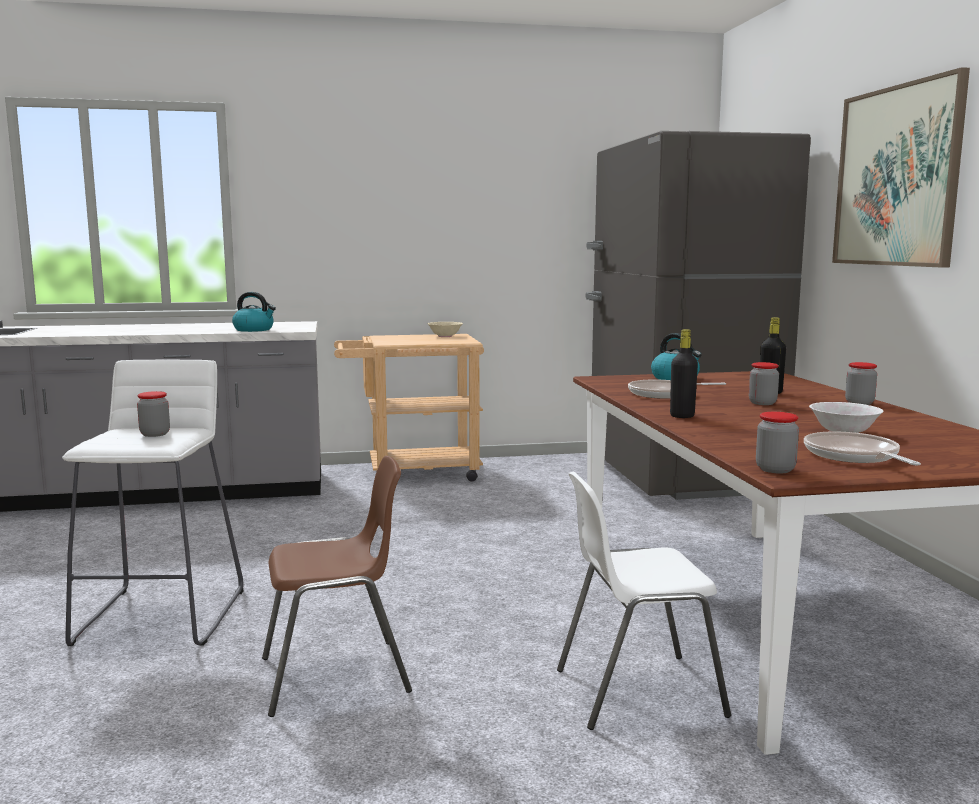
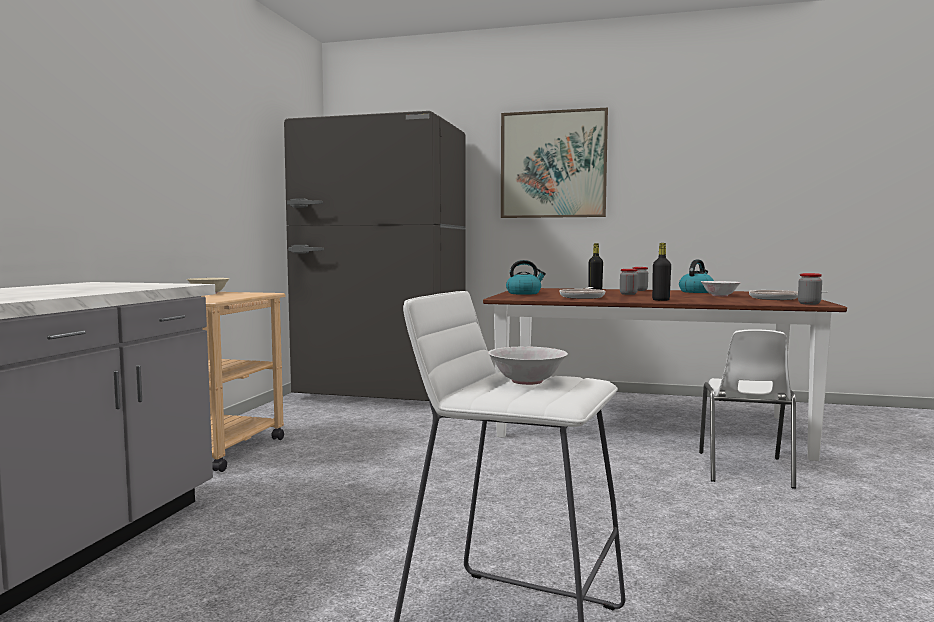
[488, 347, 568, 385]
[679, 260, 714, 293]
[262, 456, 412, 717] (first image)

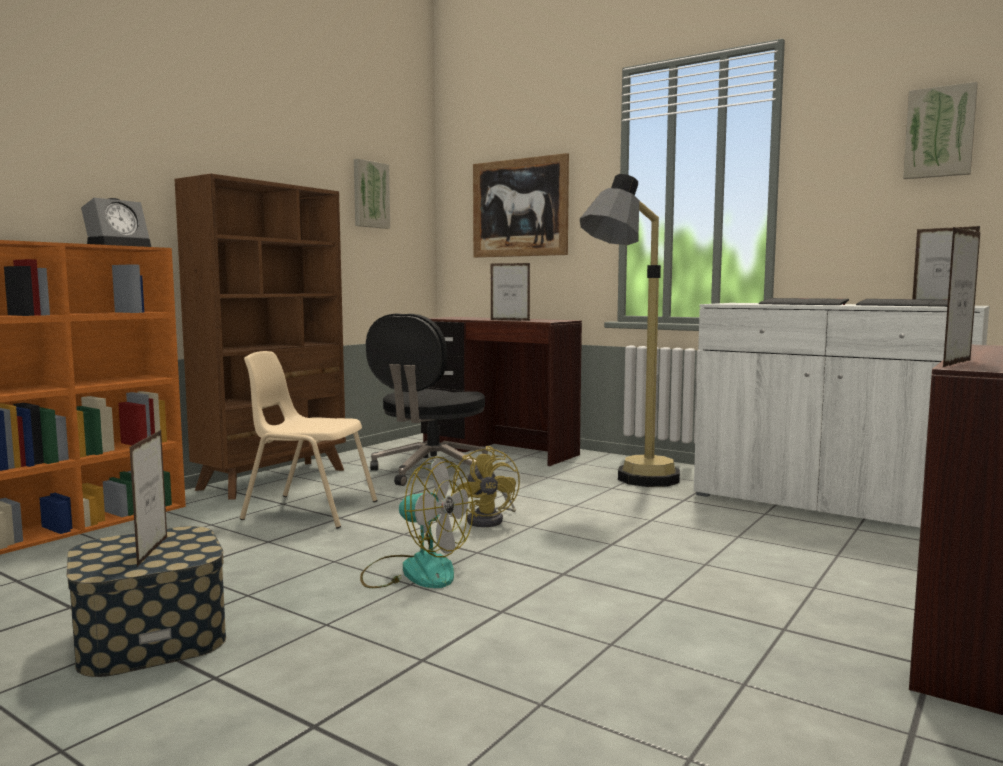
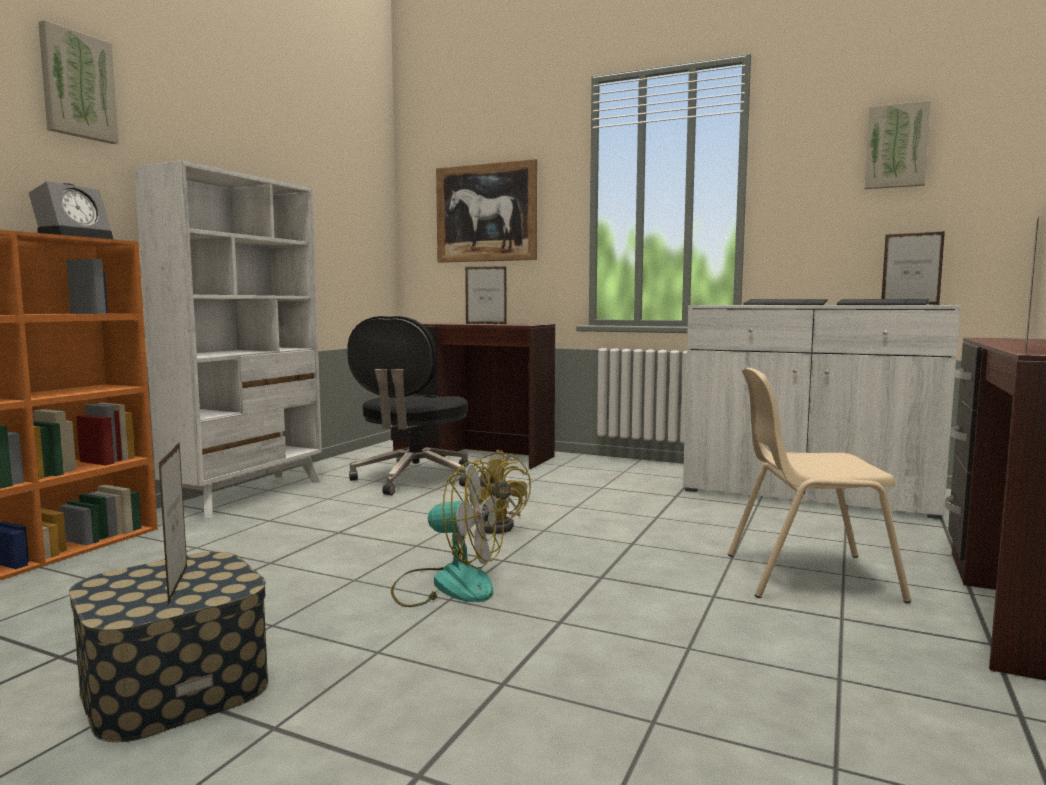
[38, 20, 119, 144]
[134, 160, 322, 519]
[728, 368, 911, 603]
[580, 174, 680, 487] (first image)

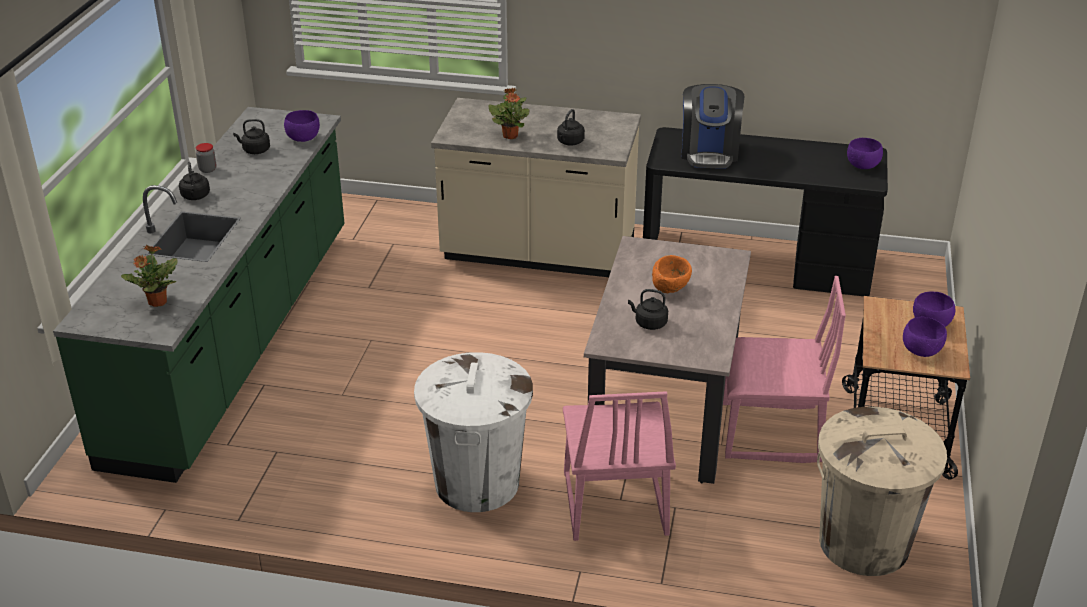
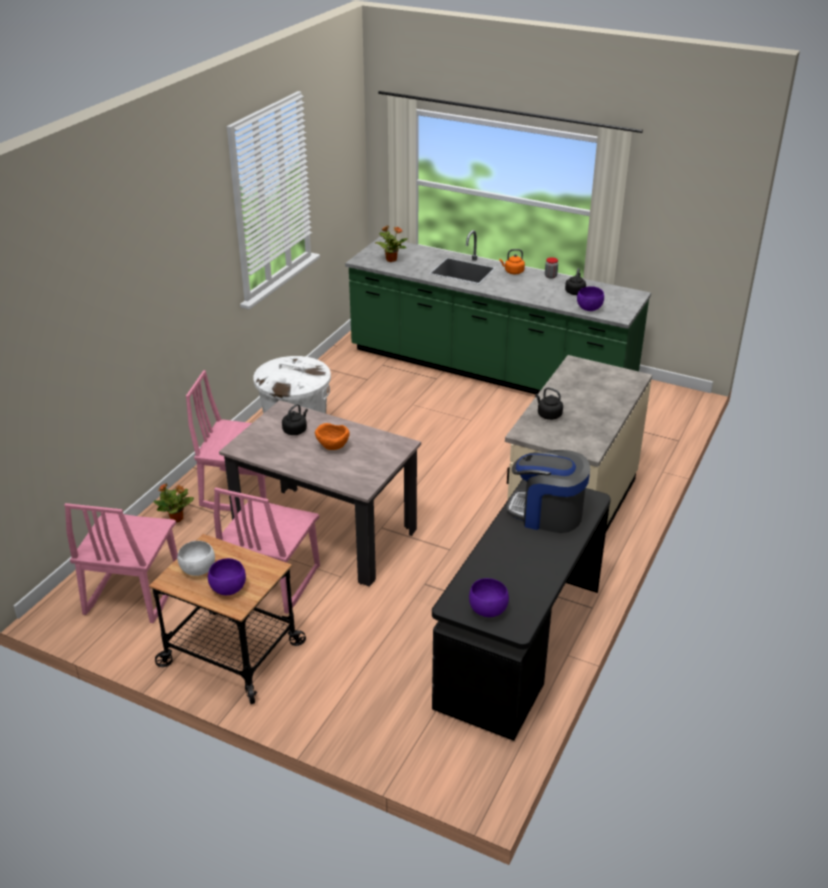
[64, 503, 178, 623]
[154, 483, 194, 523]
[177, 541, 215, 576]
[499, 249, 525, 274]

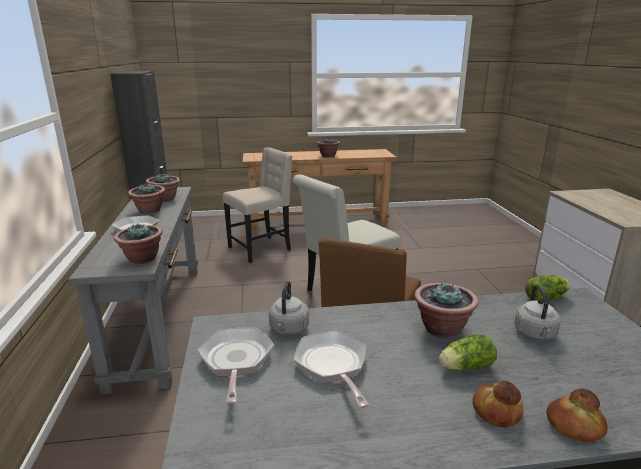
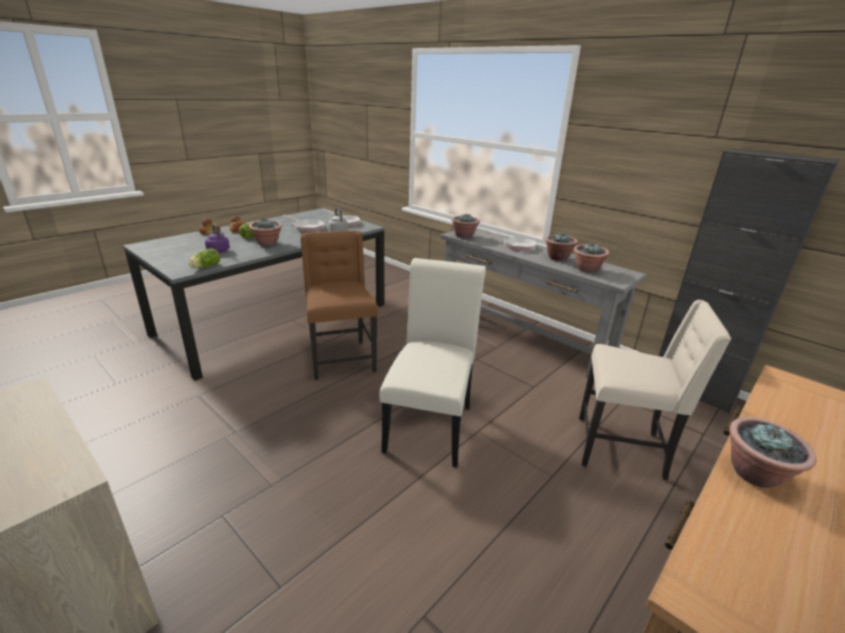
[205, 224, 230, 253]
[579, 300, 731, 480]

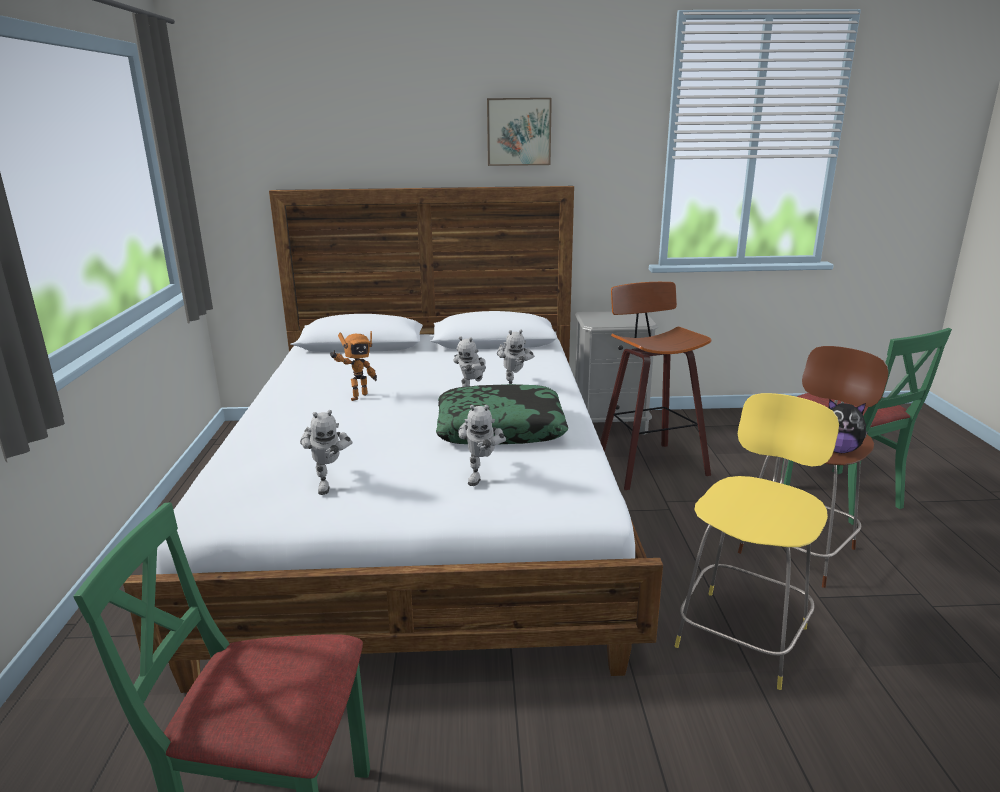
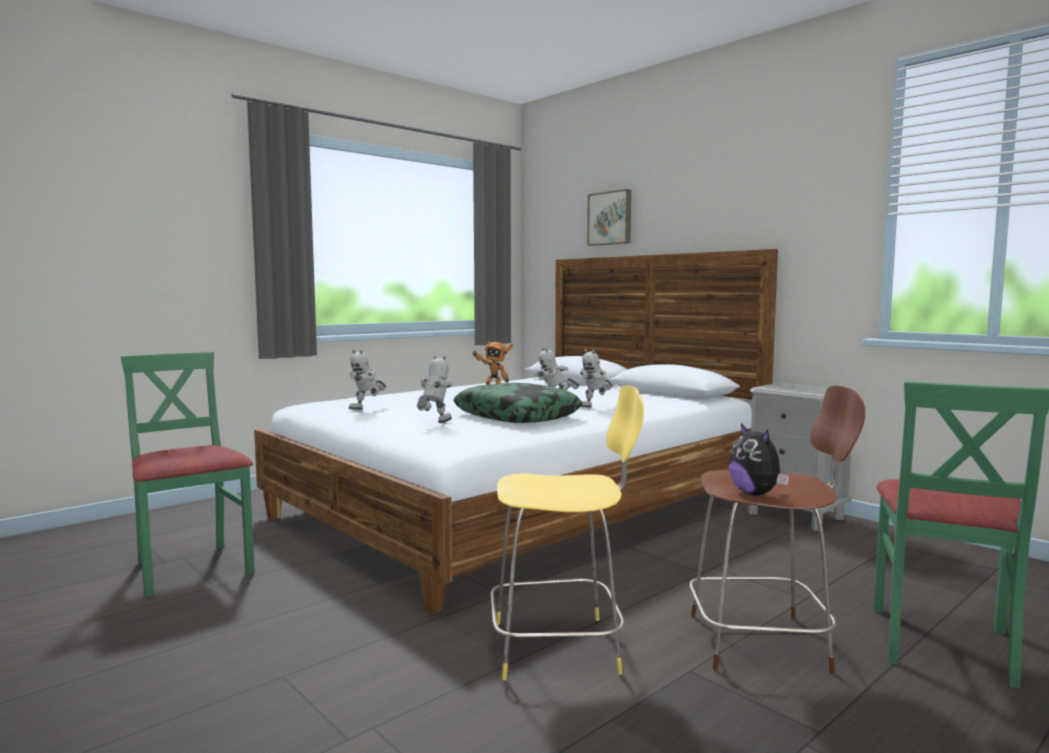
[417, 355, 453, 423]
[587, 189, 631, 246]
[600, 282, 711, 490] (first image)

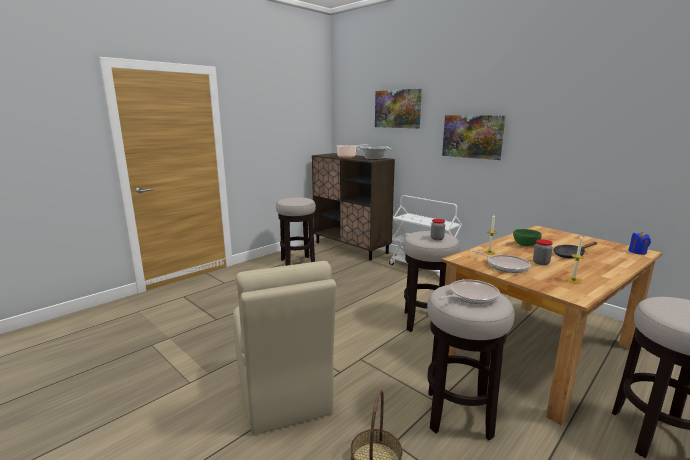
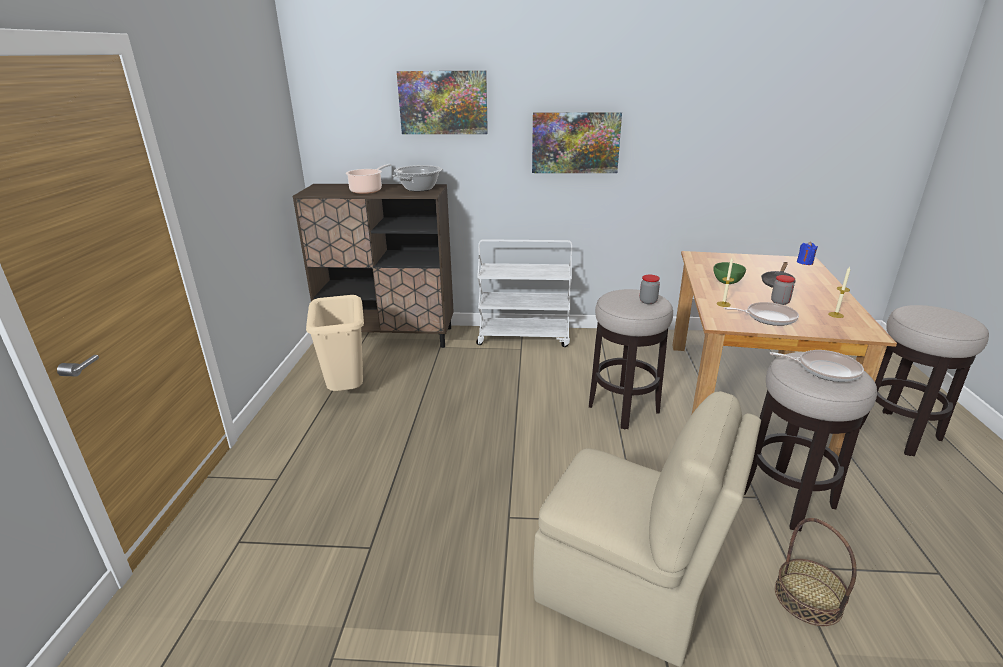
[306, 295, 364, 391]
[769, 350, 864, 382]

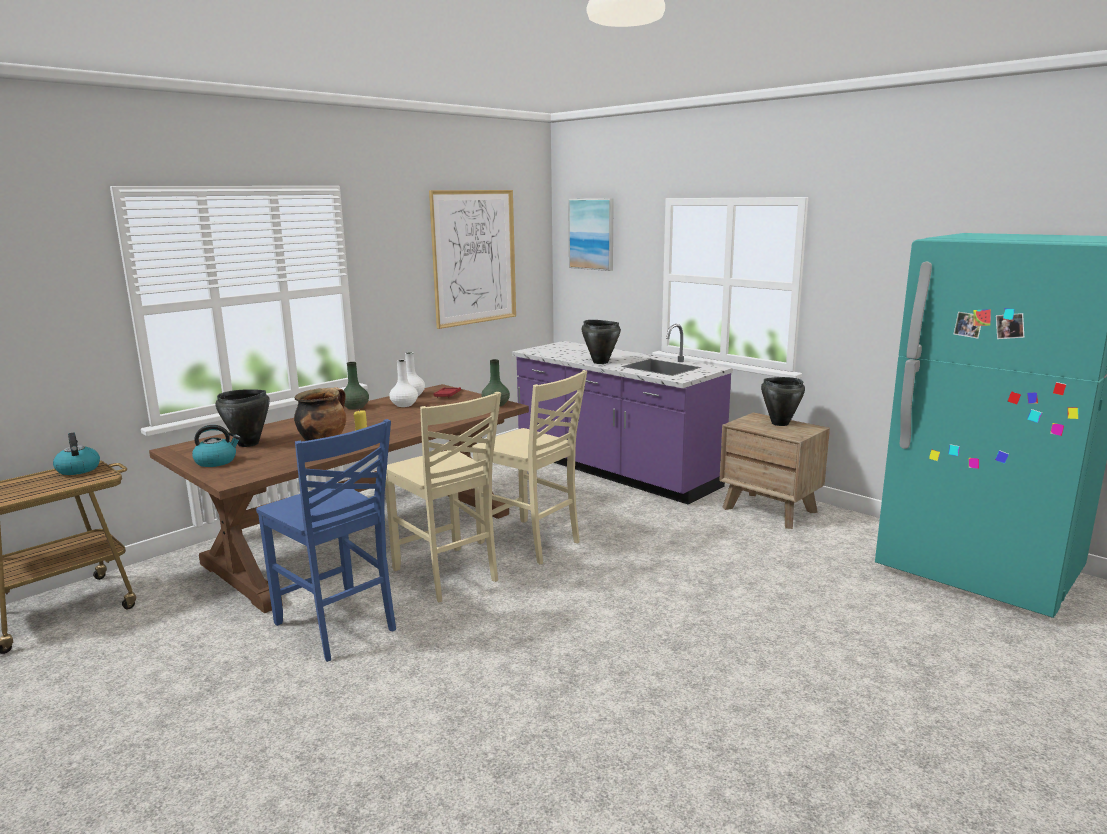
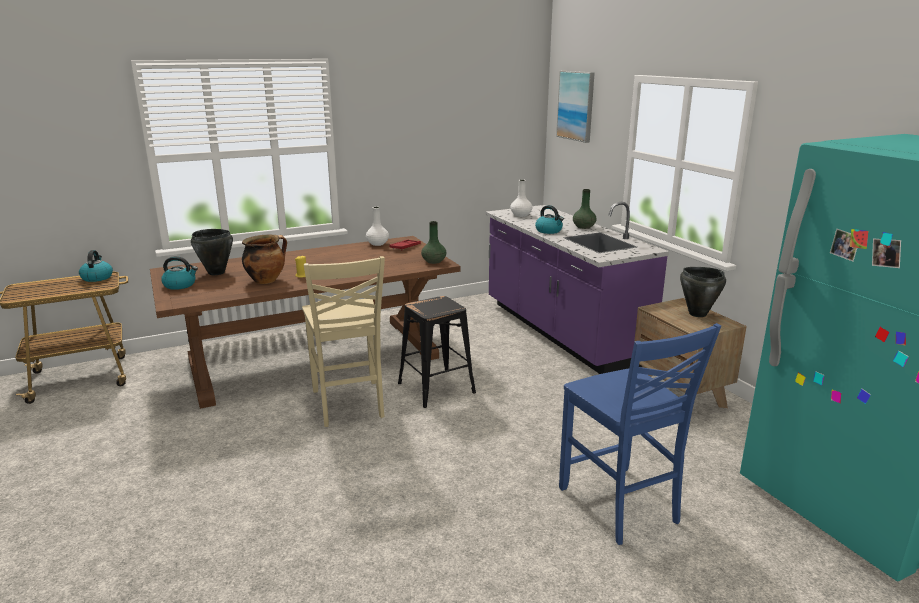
[398, 296, 476, 408]
[510, 179, 532, 217]
[535, 205, 564, 234]
[559, 323, 721, 545]
[573, 189, 597, 229]
[429, 190, 516, 329] (first image)

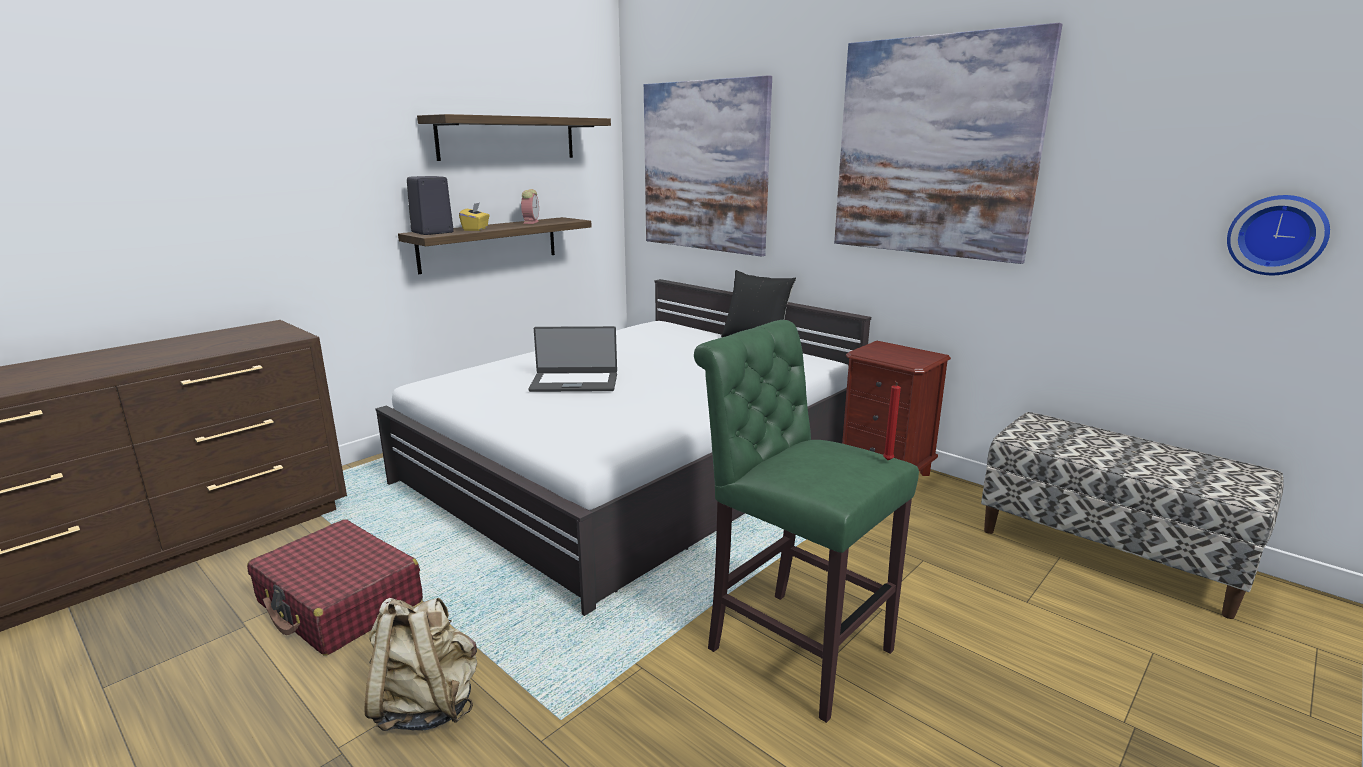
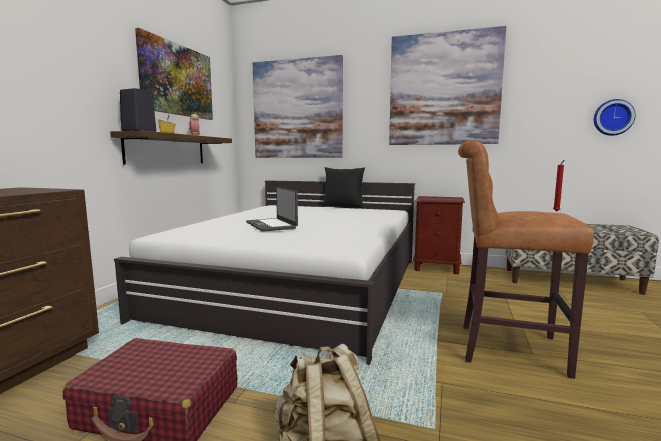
[135, 28, 213, 120]
[246, 187, 298, 232]
[458, 140, 594, 379]

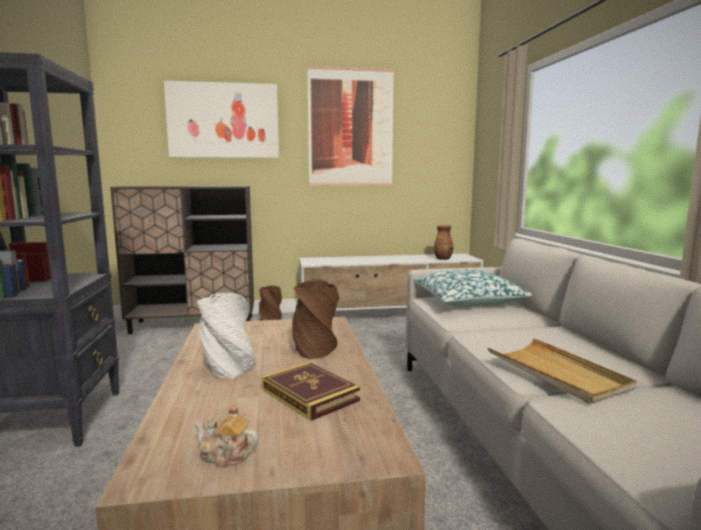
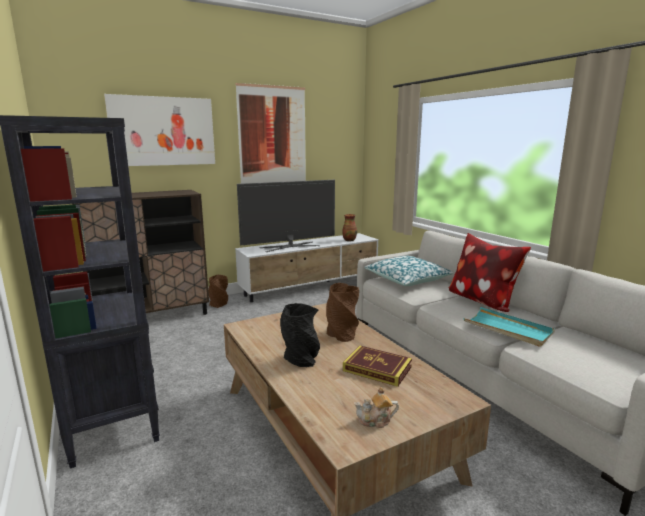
[237, 180, 335, 252]
[280, 303, 320, 367]
[448, 233, 531, 312]
[464, 307, 555, 347]

